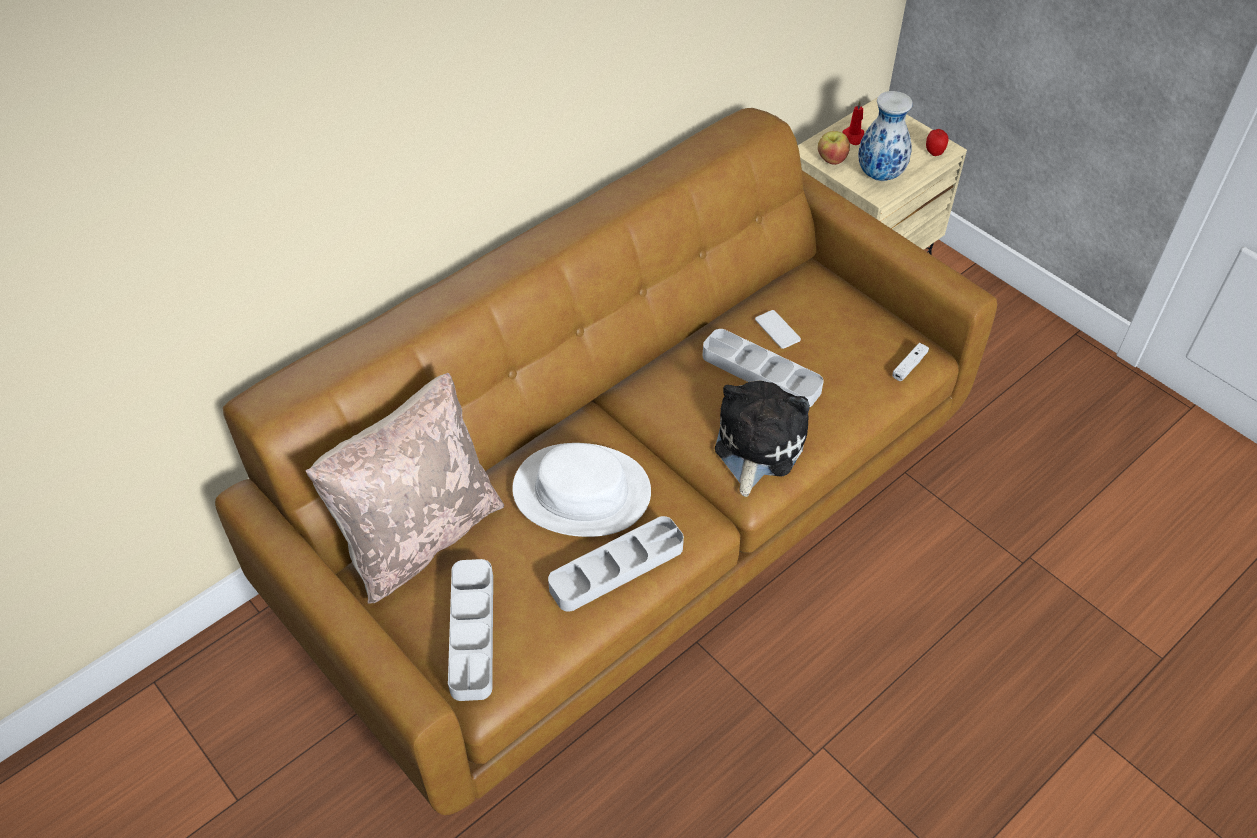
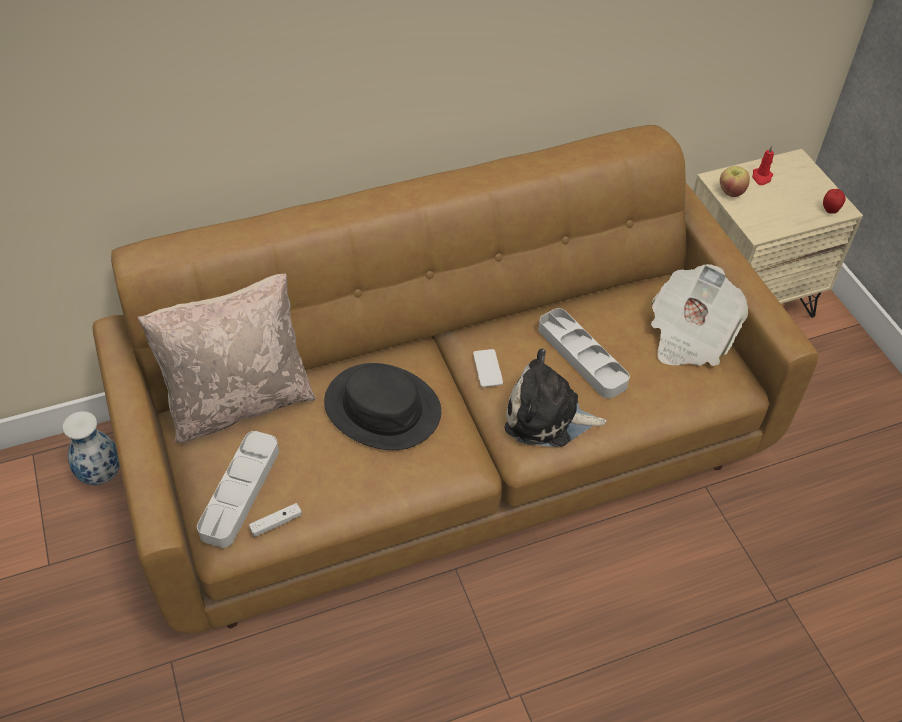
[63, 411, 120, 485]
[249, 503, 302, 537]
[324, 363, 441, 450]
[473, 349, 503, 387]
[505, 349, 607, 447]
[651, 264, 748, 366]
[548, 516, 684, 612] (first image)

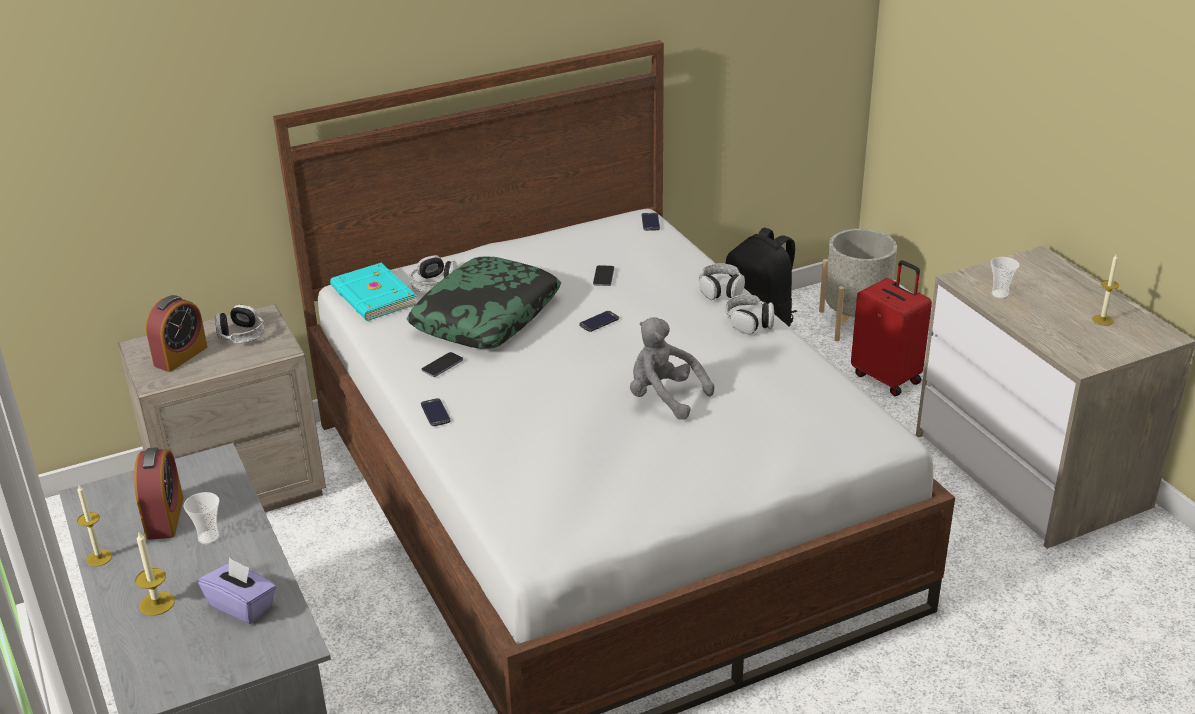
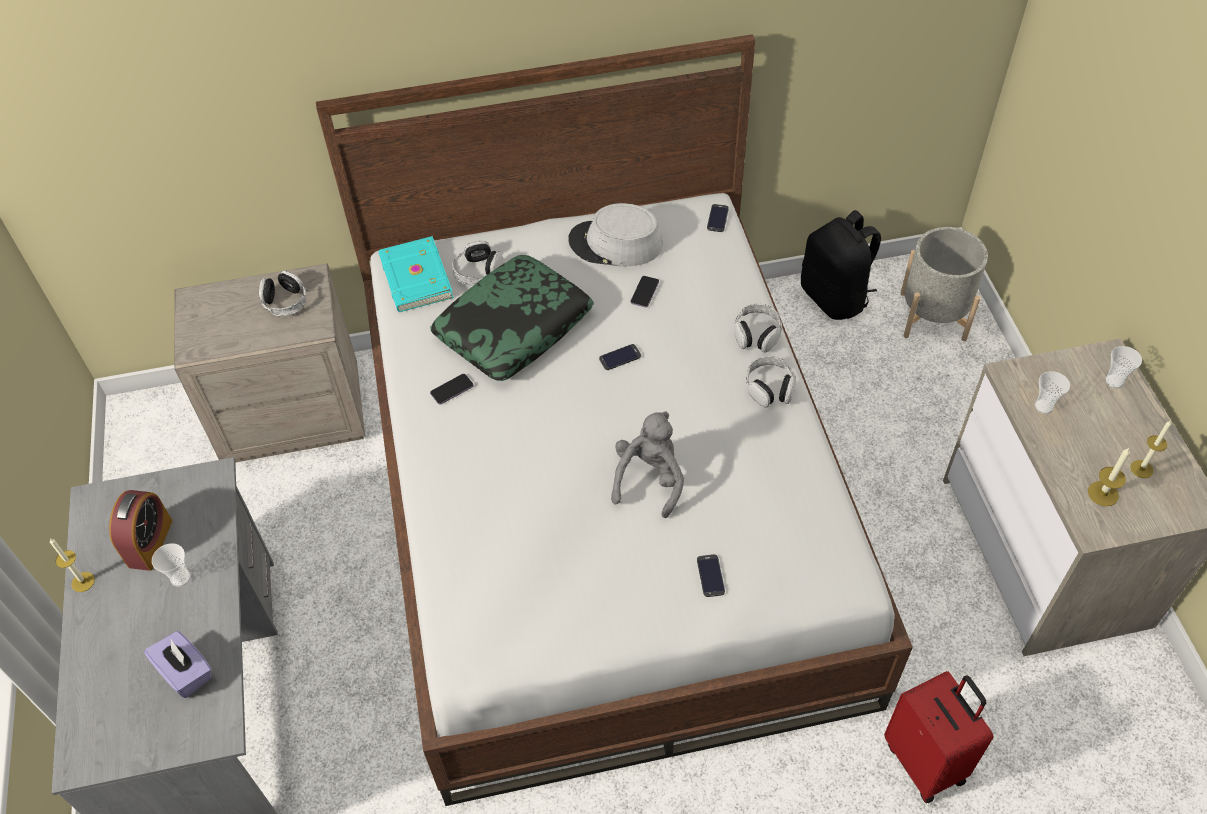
[568, 203, 663, 266]
[611, 412, 684, 518]
[697, 554, 725, 597]
[884, 671, 993, 803]
[1088, 448, 1130, 506]
[1105, 346, 1142, 388]
[146, 295, 207, 372] (first image)

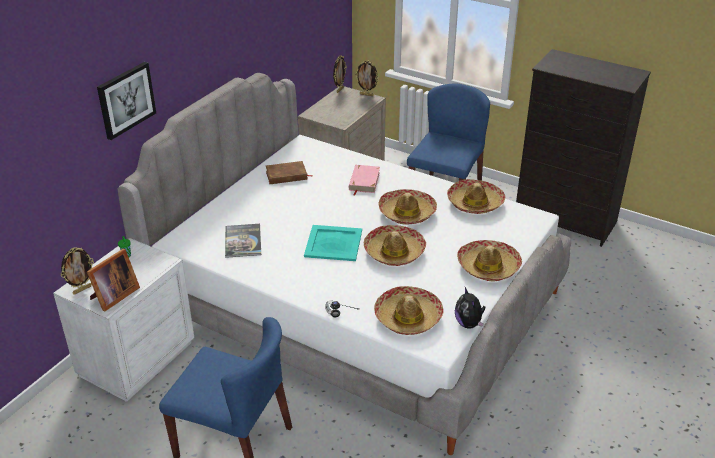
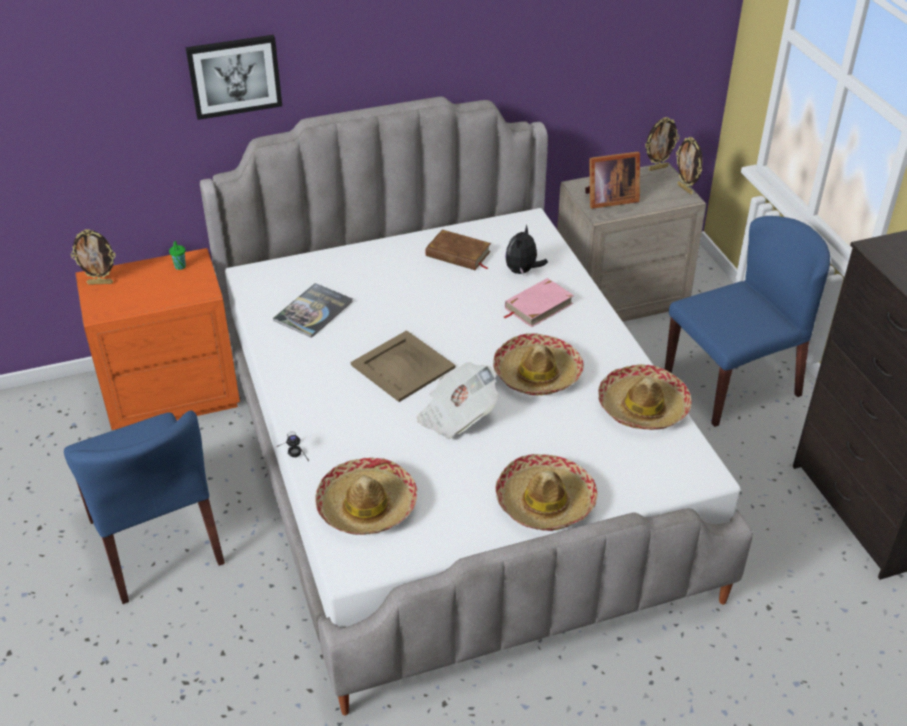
[75, 248, 240, 430]
[351, 330, 455, 402]
[417, 362, 498, 439]
[505, 225, 548, 275]
[585, 152, 640, 209]

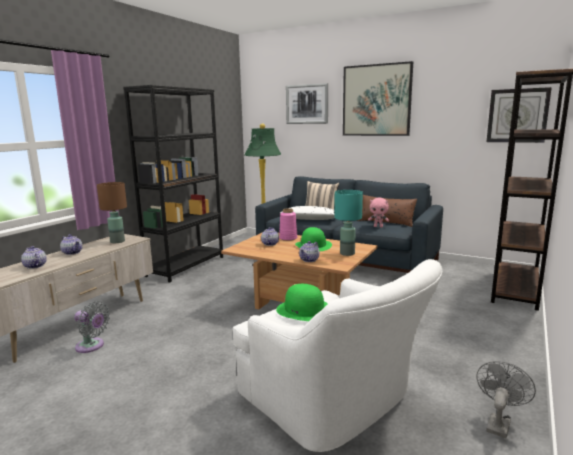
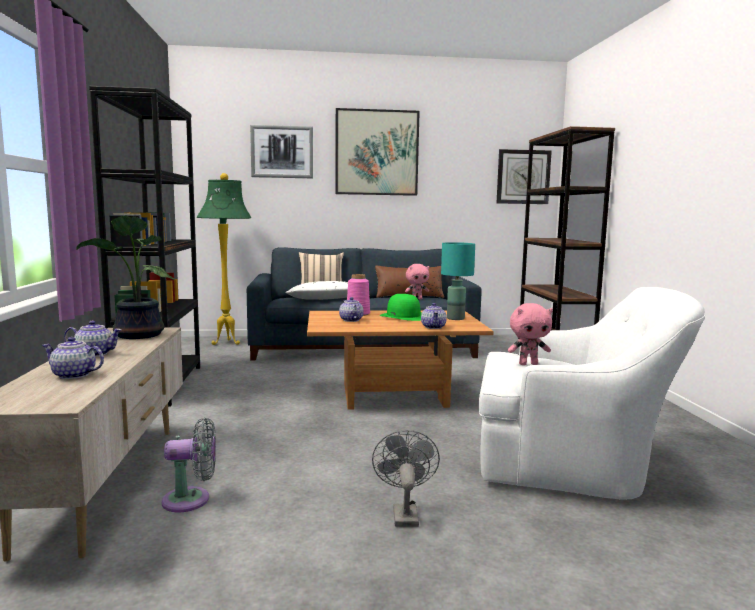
[76, 215, 175, 339]
[372, 430, 440, 527]
[508, 303, 553, 365]

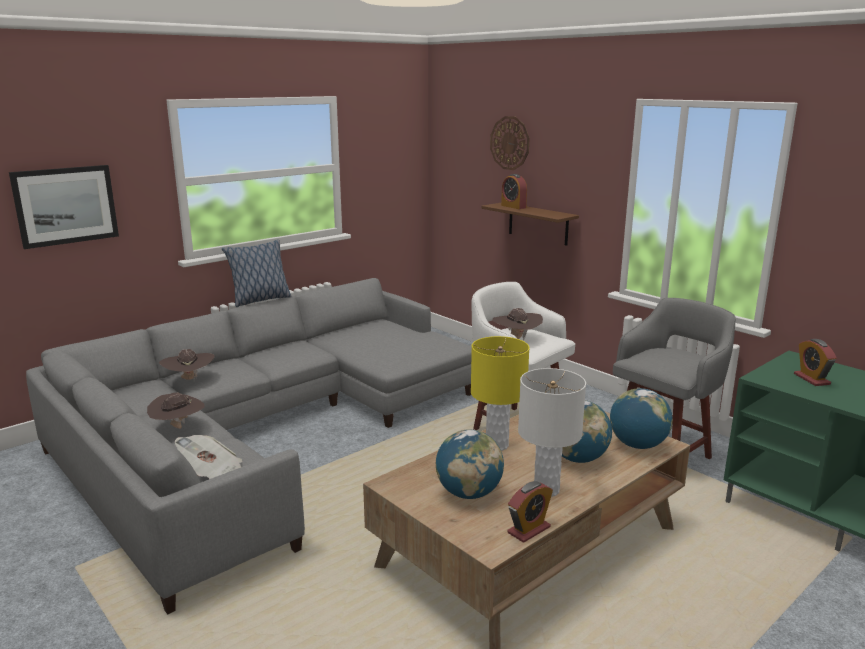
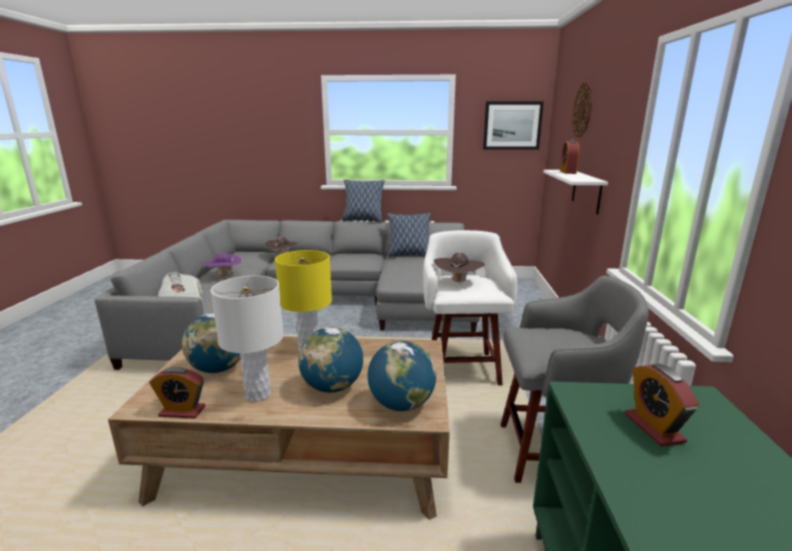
[204, 253, 241, 276]
[387, 213, 431, 257]
[483, 101, 544, 150]
[543, 170, 608, 214]
[625, 364, 699, 447]

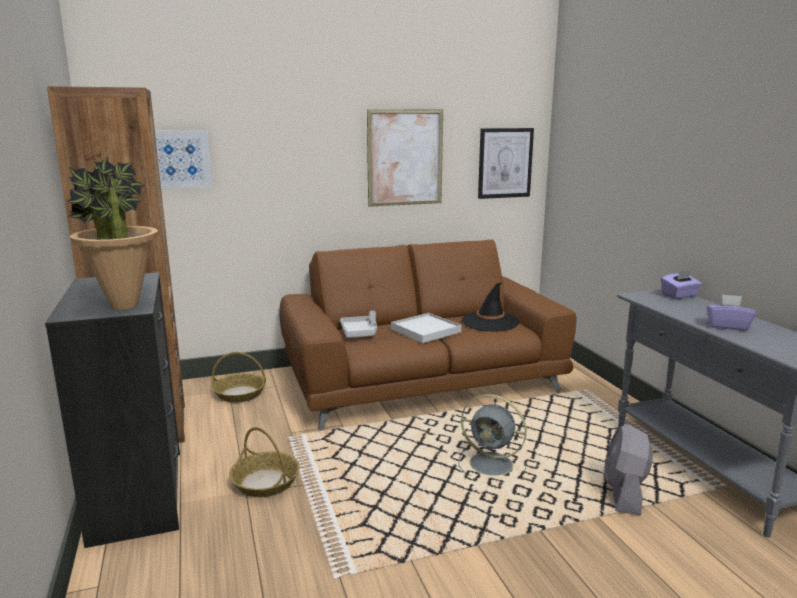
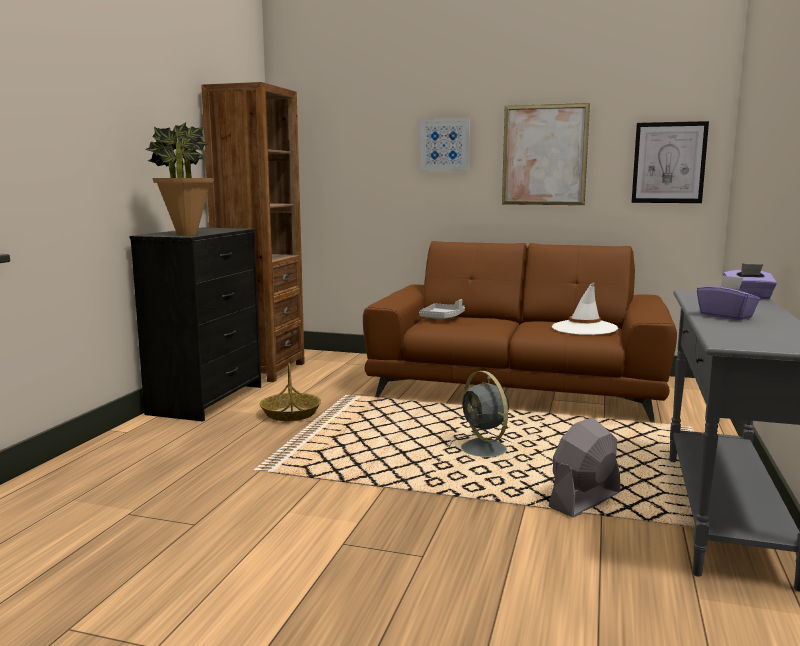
[419, 118, 470, 171]
[552, 283, 618, 335]
[211, 352, 266, 403] (first image)
[391, 313, 461, 343] (first image)

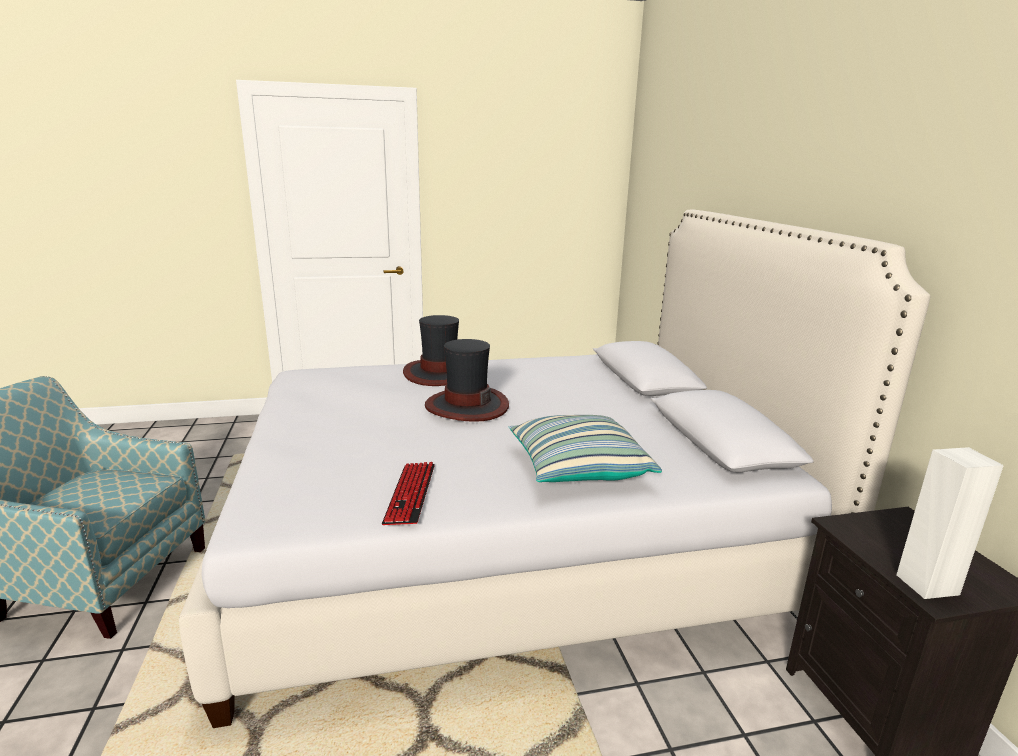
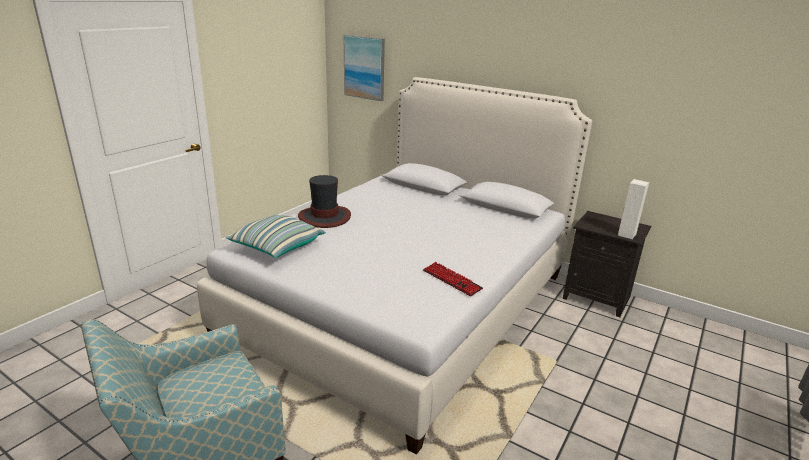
[225, 215, 326, 258]
[344, 35, 385, 101]
[425, 339, 509, 422] (first image)

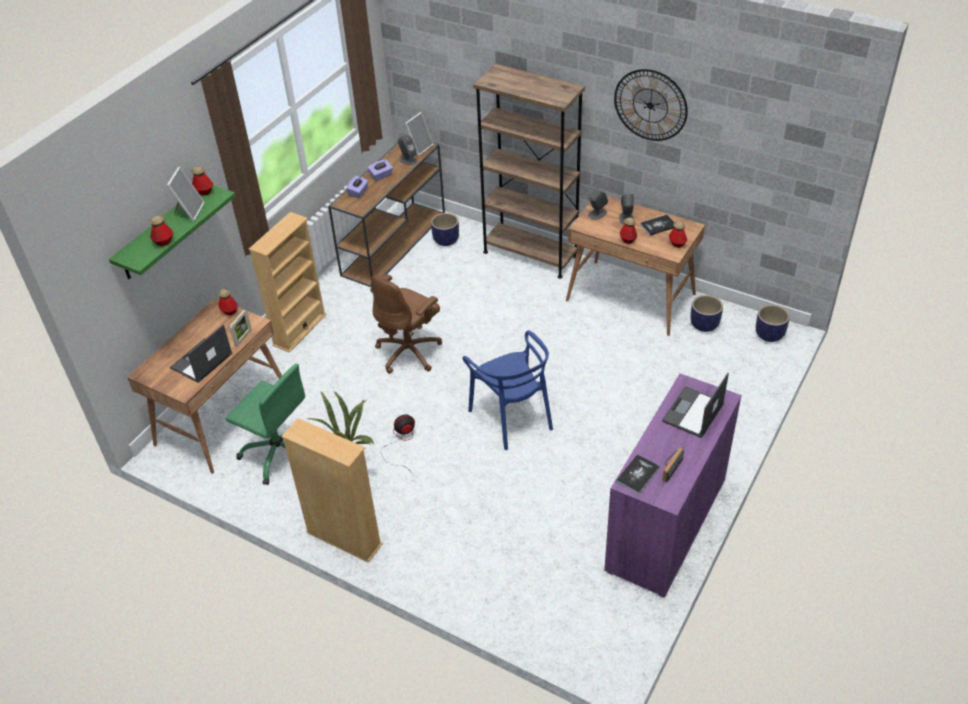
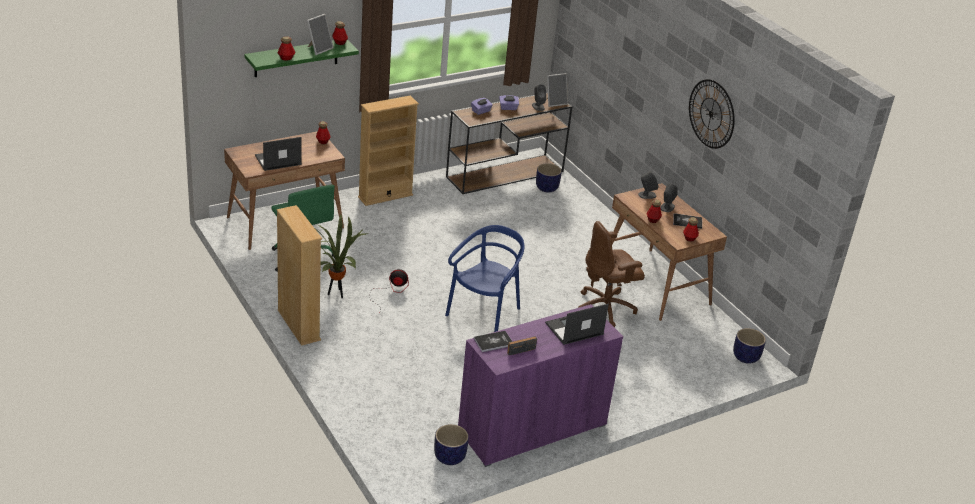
[434, 424, 469, 465]
[445, 225, 525, 332]
[578, 221, 645, 327]
[229, 310, 251, 346] (first image)
[473, 64, 585, 279] (first image)

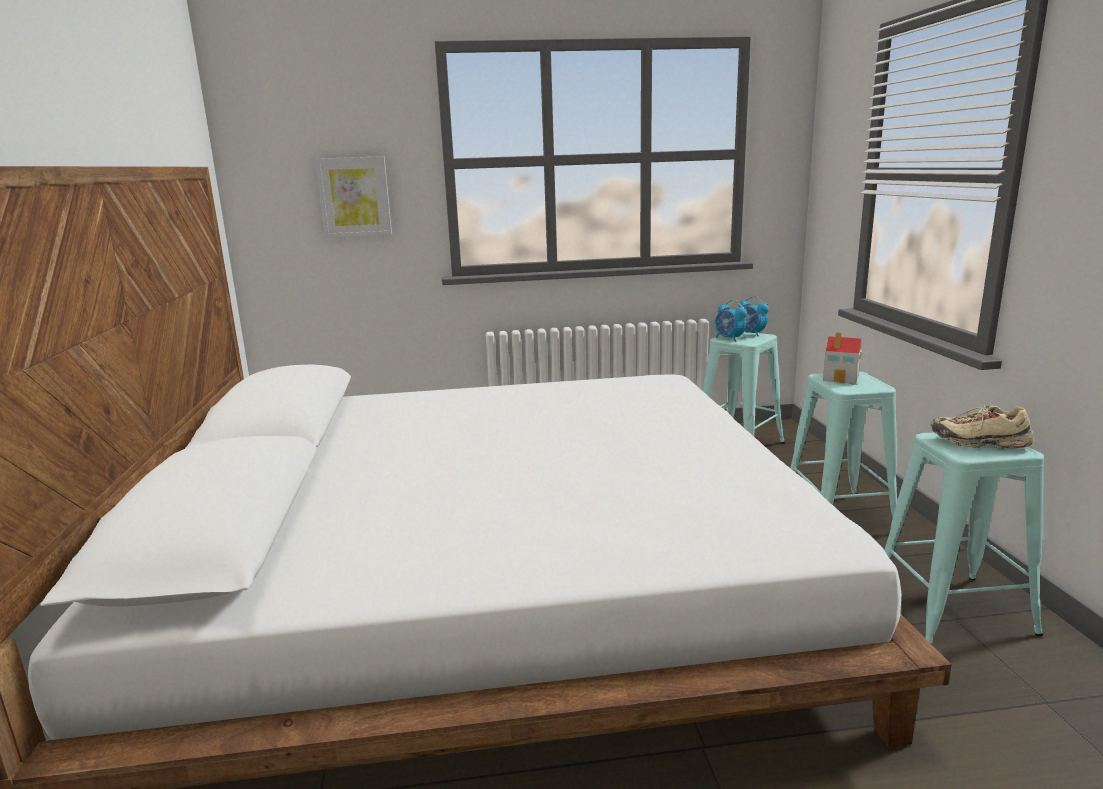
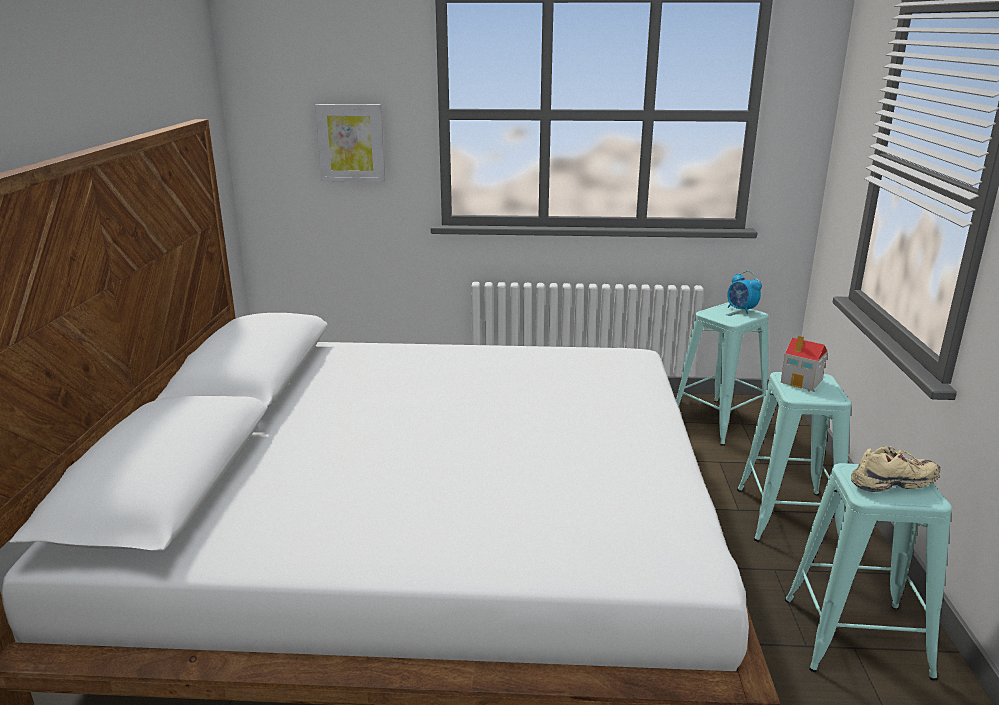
[851, 446, 941, 492]
[715, 300, 747, 342] (first image)

